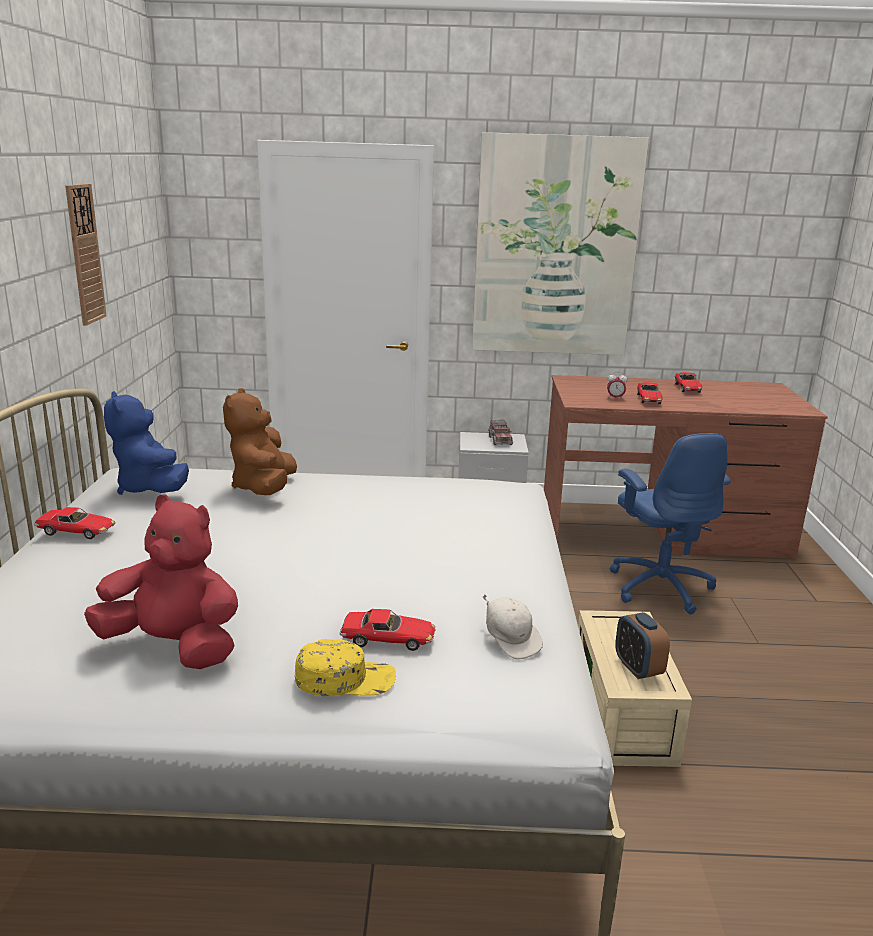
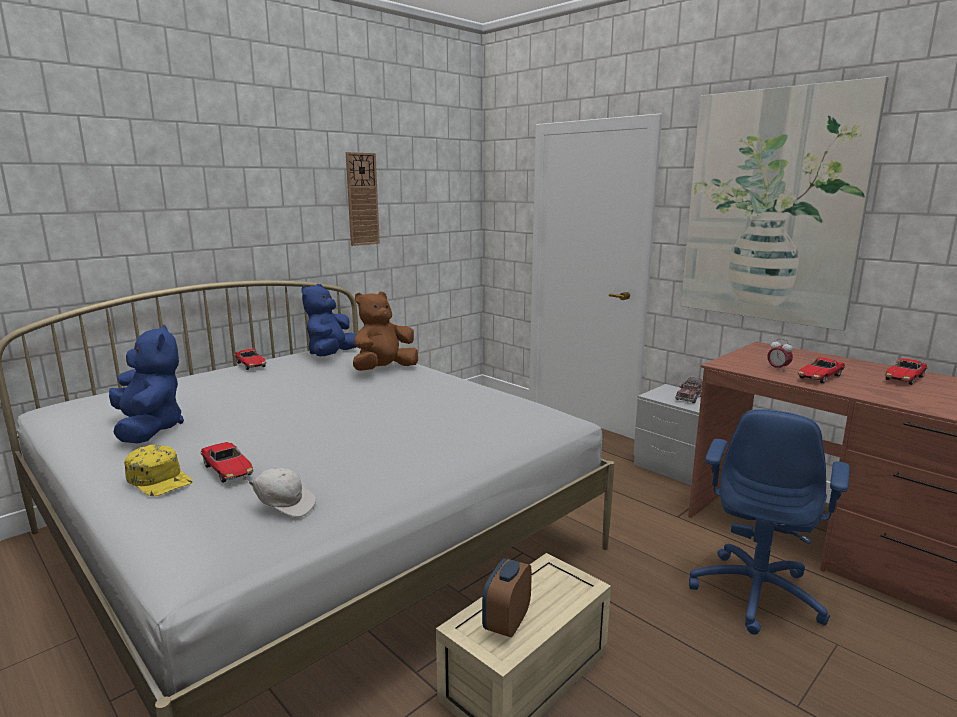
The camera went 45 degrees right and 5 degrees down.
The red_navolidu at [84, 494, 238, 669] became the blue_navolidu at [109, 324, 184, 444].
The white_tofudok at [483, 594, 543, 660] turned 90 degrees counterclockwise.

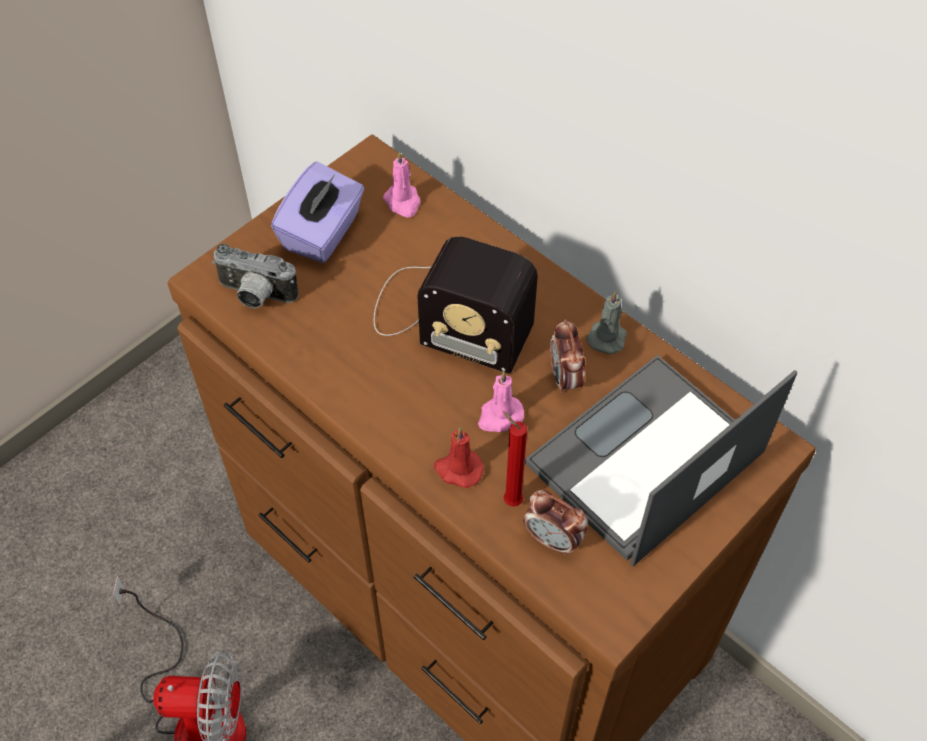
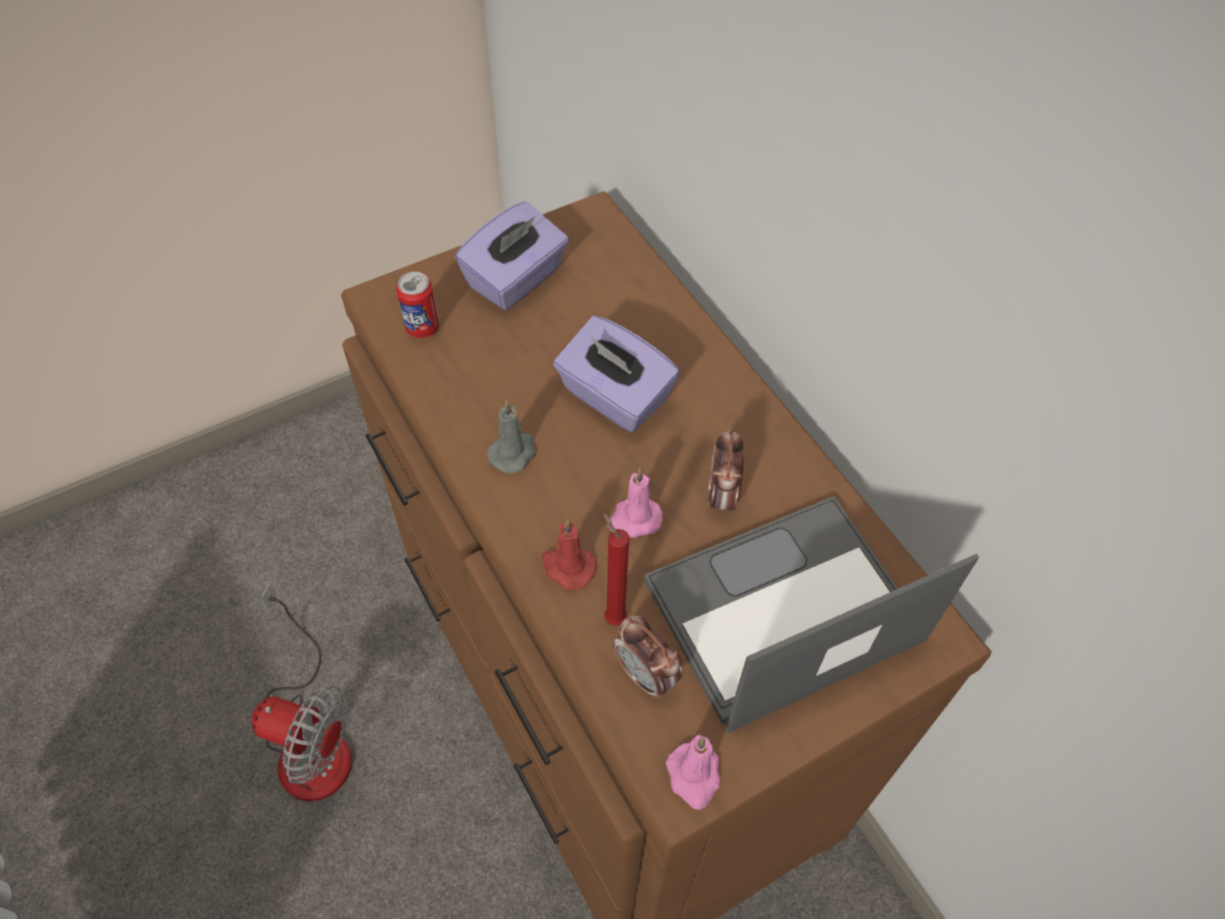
The camera went 15 degrees right and 0 degrees up.
The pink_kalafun moved from [383, 151, 421, 218] to [666, 735, 721, 810].
The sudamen at [374, 236, 538, 374] was replaced by the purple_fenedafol at [554, 316, 680, 432].
The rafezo at [212, 244, 299, 308] was replaced by the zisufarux at [396, 272, 439, 338].
The grey_kalafun moved from [586, 291, 627, 354] to [487, 401, 536, 474].

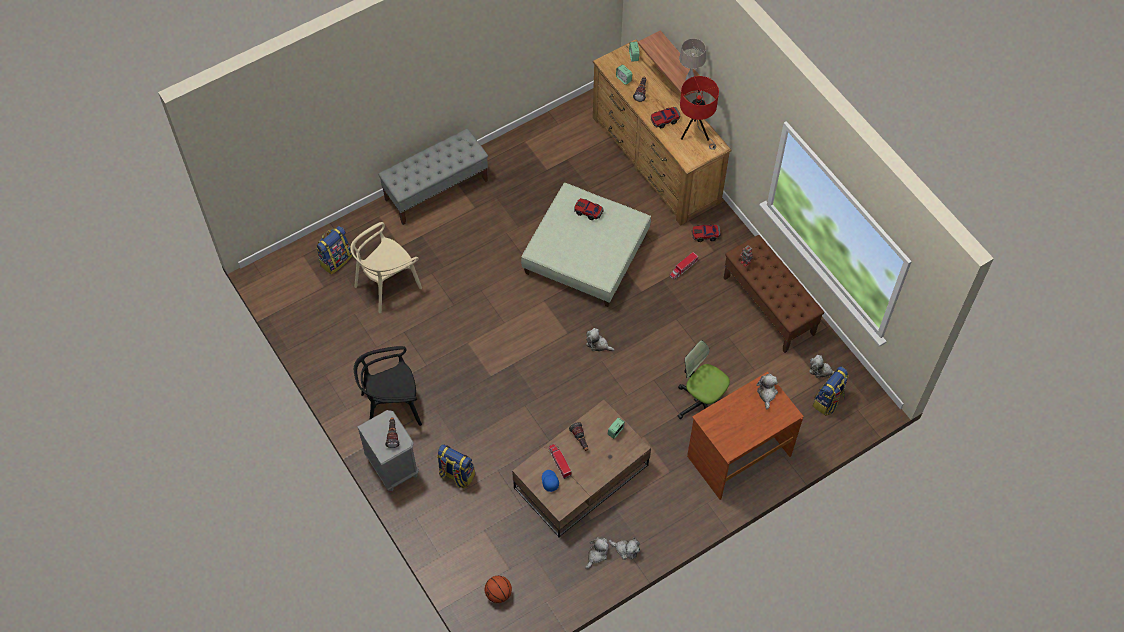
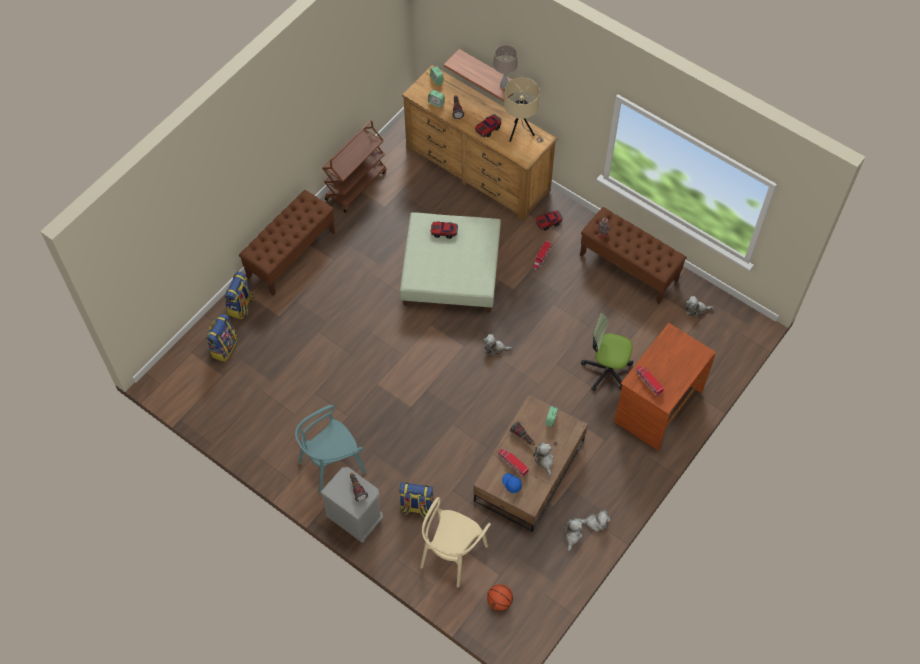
The camera went 20 degrees left and 0 degrees up.
The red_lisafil at [680, 76, 719, 150] became the beige_lisafil at [504, 77, 543, 143].
The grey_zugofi at [378, 129, 488, 225] became the brown_zugofi at [239, 190, 335, 296].
The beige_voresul moved from [350, 222, 422, 313] to [420, 497, 491, 587].
The black_voresul at [354, 346, 422, 426] became the turquoise_voresul at [295, 405, 366, 494].
The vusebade moved from [812, 366, 849, 416] to [225, 271, 254, 319].
The navolidu moved from [757, 374, 778, 409] to [533, 442, 554, 476].
The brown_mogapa at [322, 120, 386, 213] appeared.
The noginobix at [635, 366, 664, 396] appeared.

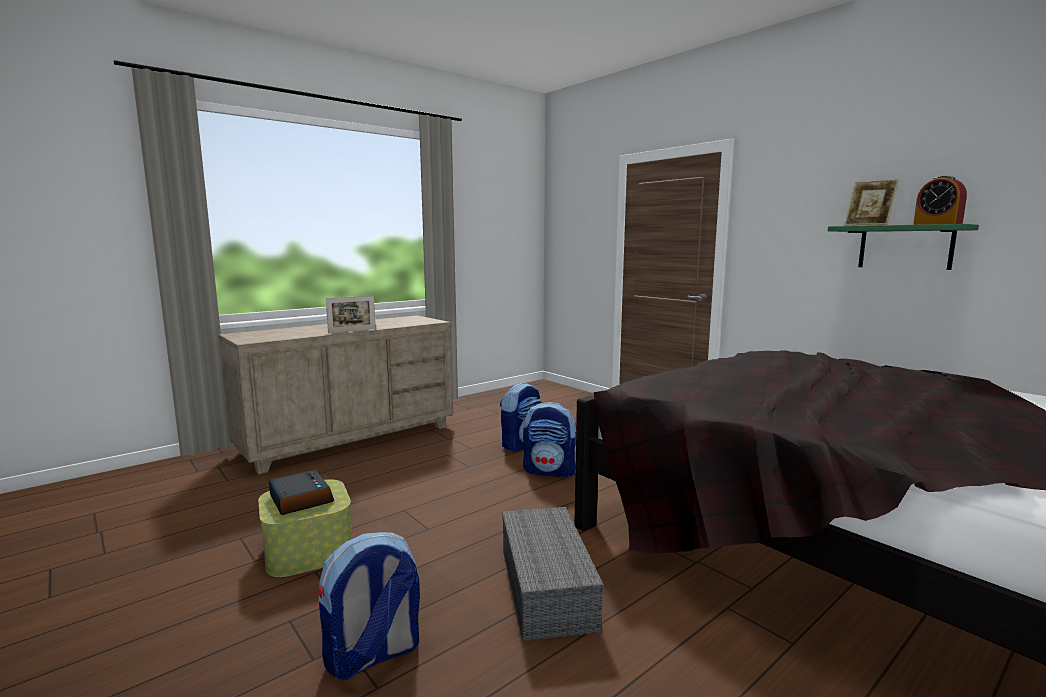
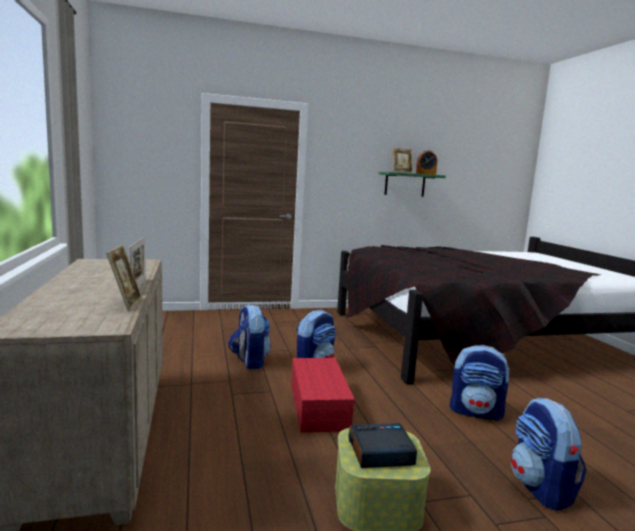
The camera went 65 degrees left and 0 degrees up.
The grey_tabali at [502, 507, 604, 641] was replaced by the vusebade at [450, 345, 511, 421].
The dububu at [106, 245, 142, 311] appeared.
The red_tabali at [291, 358, 355, 433] appeared.

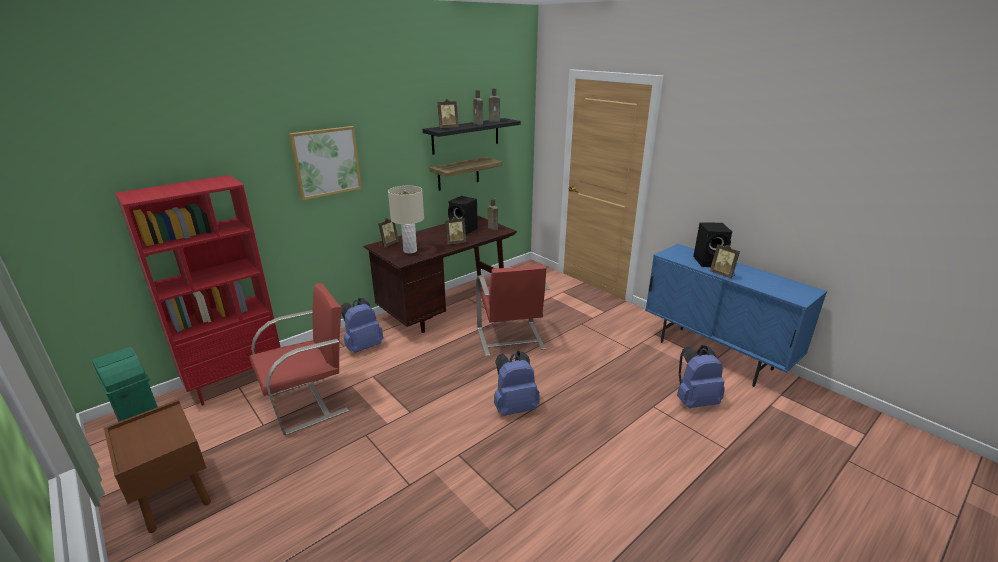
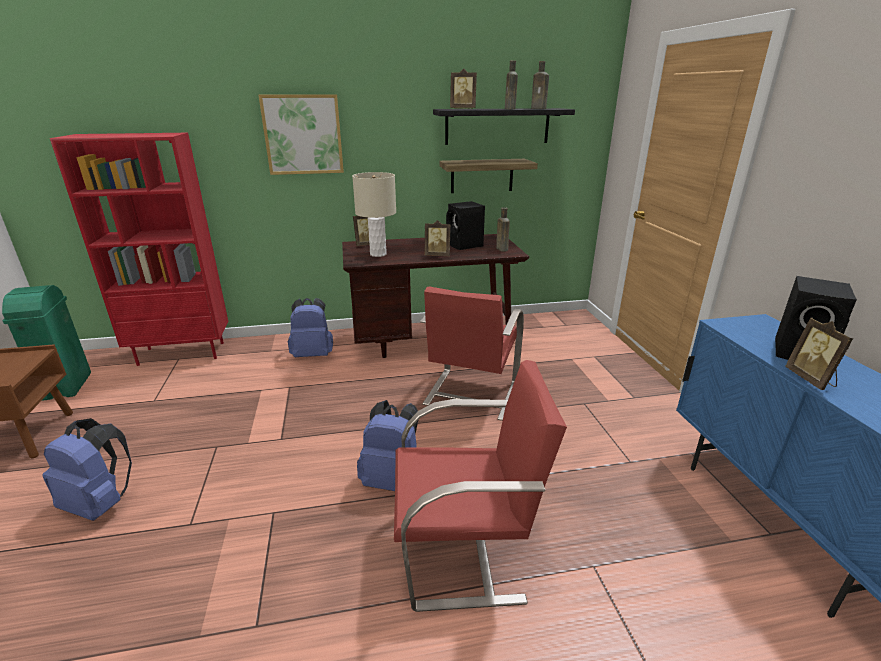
The camera went 30 degrees right and 0 degrees up.
The red_voresul moved from [249, 283, 349, 435] to [394, 360, 567, 612].
The blue_vusebade moved from [677, 345, 725, 408] to [42, 418, 132, 521].

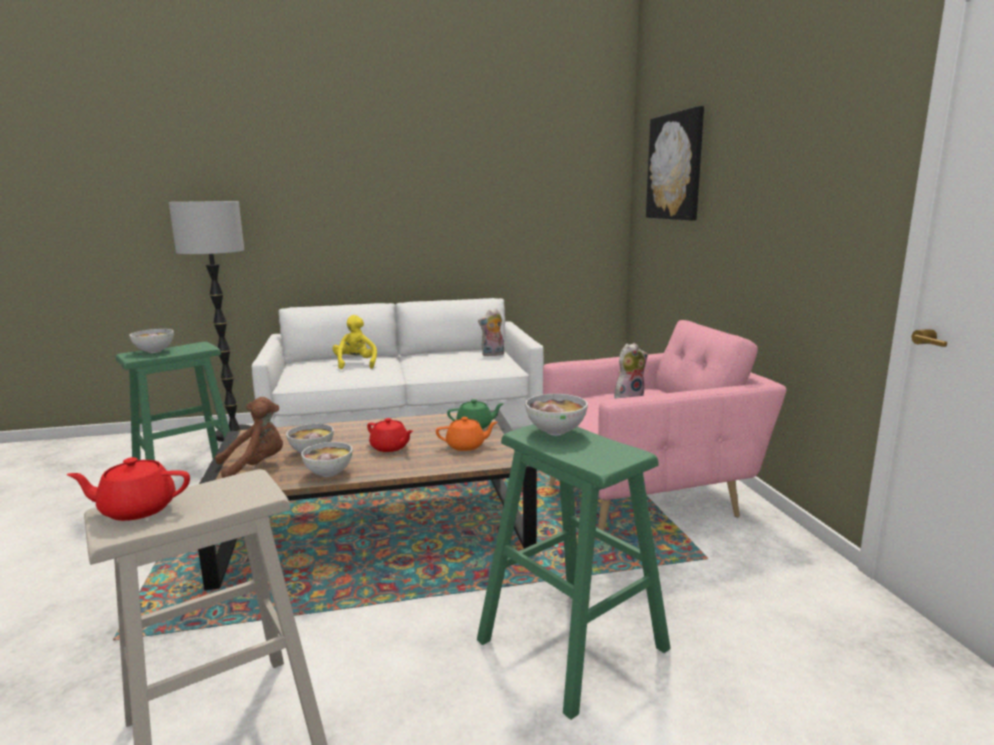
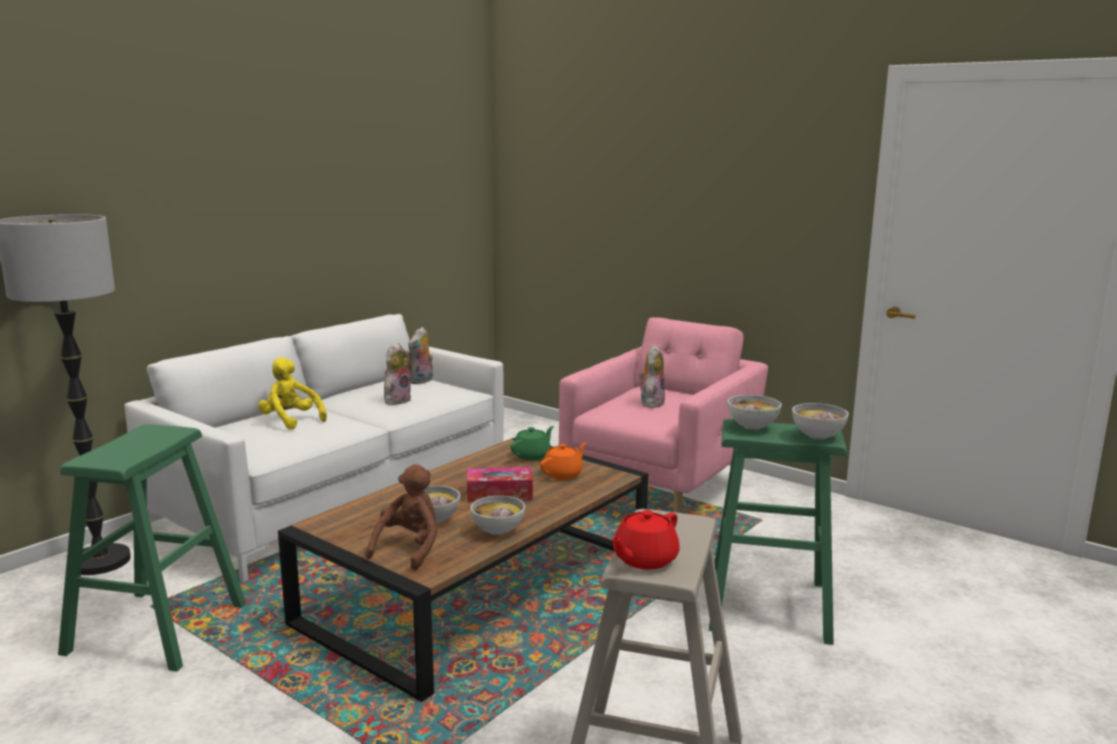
The camera went 40 degrees left and 0 degrees up.
The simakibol at [646, 106, 704, 221] disappeared.
The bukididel moved from [130, 329, 174, 353] to [792, 403, 849, 440].
The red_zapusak at [367, 418, 413, 452] was replaced by the fenedafol at [467, 467, 533, 502].
The navolidu at [384, 343, 411, 405] appeared.

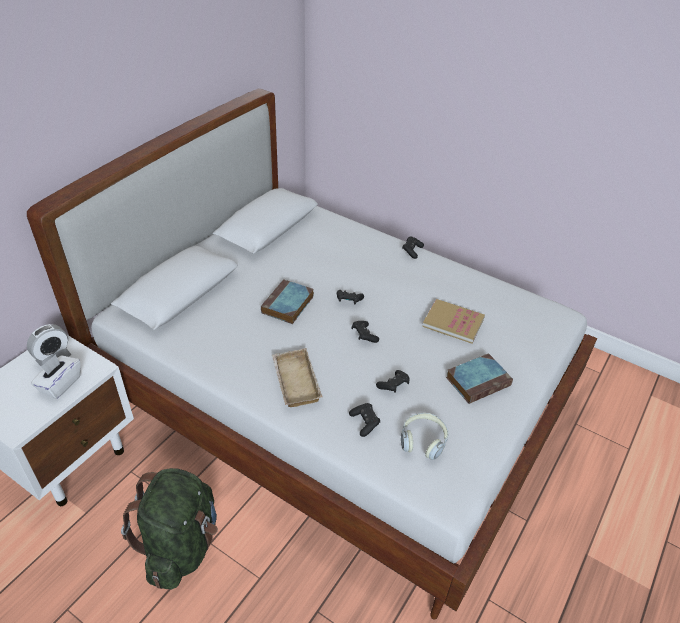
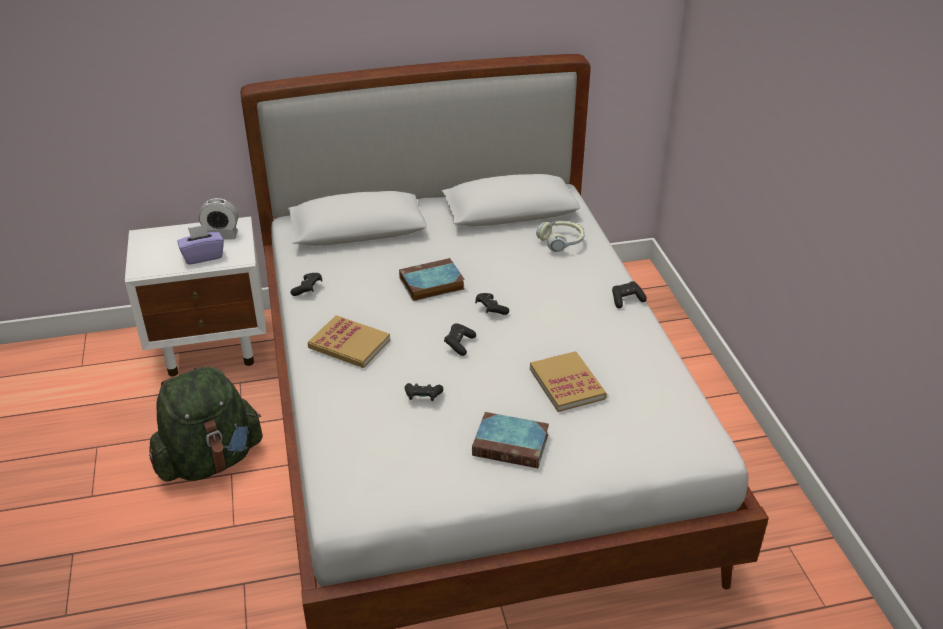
The camera went 45 degrees right and 5 degrees down.
The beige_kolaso at [272, 348, 322, 407] was replaced by the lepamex at [308, 315, 390, 368].
The white_fenedafol at [31, 354, 81, 399] became the purple_fenedafol at [177, 225, 224, 265].
The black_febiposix moved from [349, 403, 380, 437] to [290, 273, 322, 296].
The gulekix moved from [401, 413, 448, 460] to [536, 221, 585, 252].

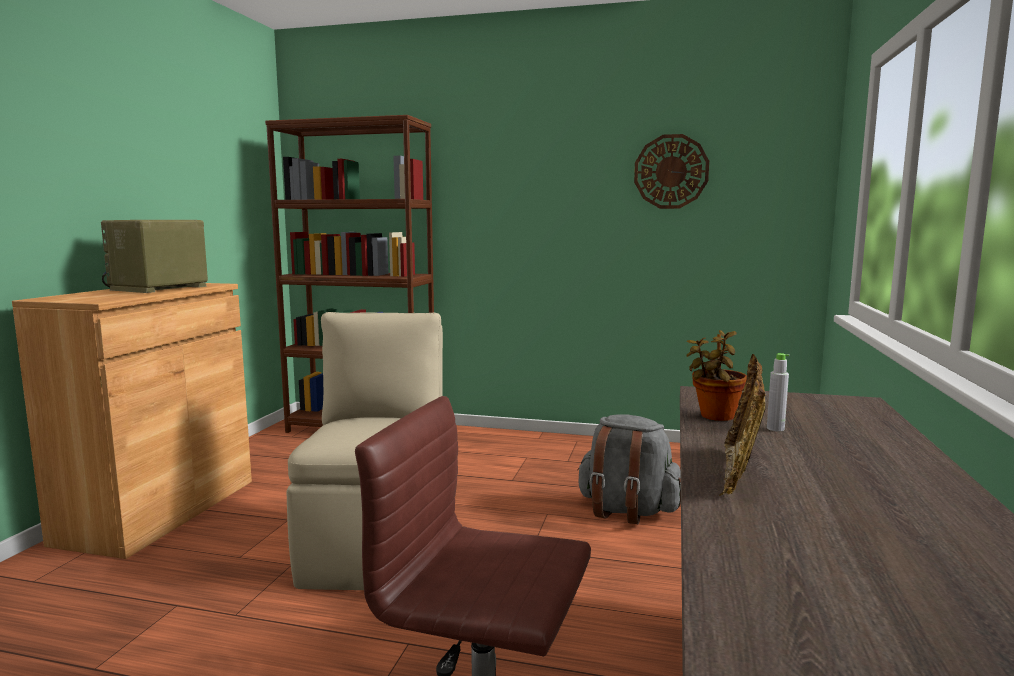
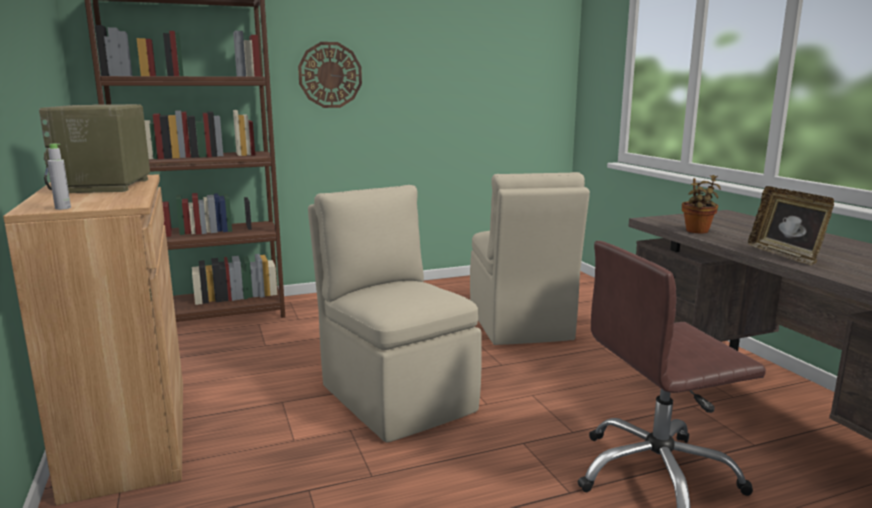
The camera went 35 degrees left and 5 degrees up.
The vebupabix moved from [634, 134, 709, 209] to [298, 42, 362, 108].
The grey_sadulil moved from [767, 353, 789, 431] to [48, 144, 71, 210].
The grey_vusebade at [577, 414, 681, 524] was replaced by the beige_voresul at [470, 172, 590, 345].

